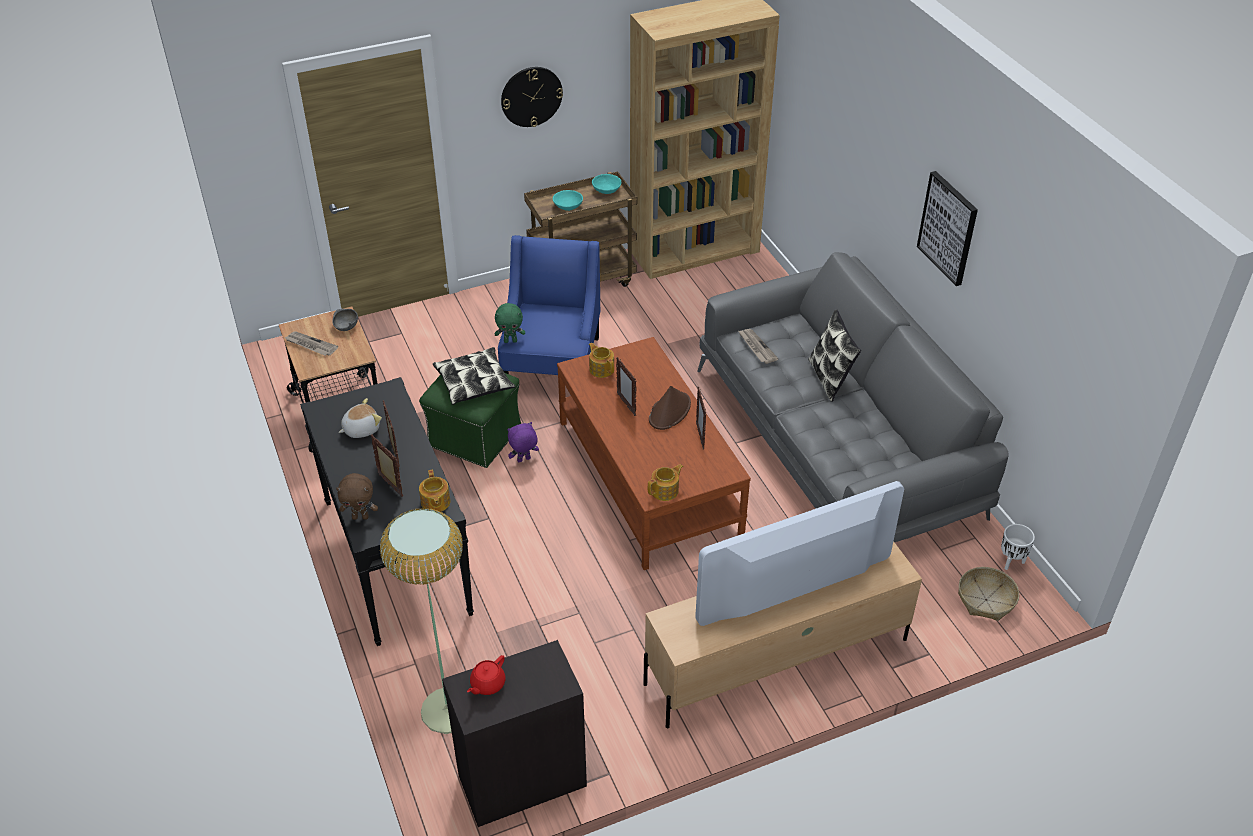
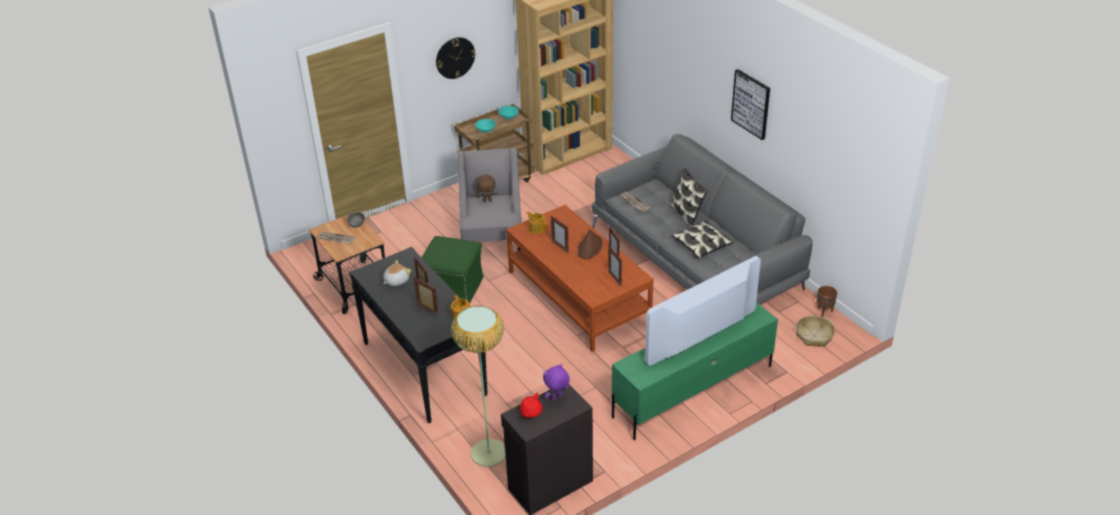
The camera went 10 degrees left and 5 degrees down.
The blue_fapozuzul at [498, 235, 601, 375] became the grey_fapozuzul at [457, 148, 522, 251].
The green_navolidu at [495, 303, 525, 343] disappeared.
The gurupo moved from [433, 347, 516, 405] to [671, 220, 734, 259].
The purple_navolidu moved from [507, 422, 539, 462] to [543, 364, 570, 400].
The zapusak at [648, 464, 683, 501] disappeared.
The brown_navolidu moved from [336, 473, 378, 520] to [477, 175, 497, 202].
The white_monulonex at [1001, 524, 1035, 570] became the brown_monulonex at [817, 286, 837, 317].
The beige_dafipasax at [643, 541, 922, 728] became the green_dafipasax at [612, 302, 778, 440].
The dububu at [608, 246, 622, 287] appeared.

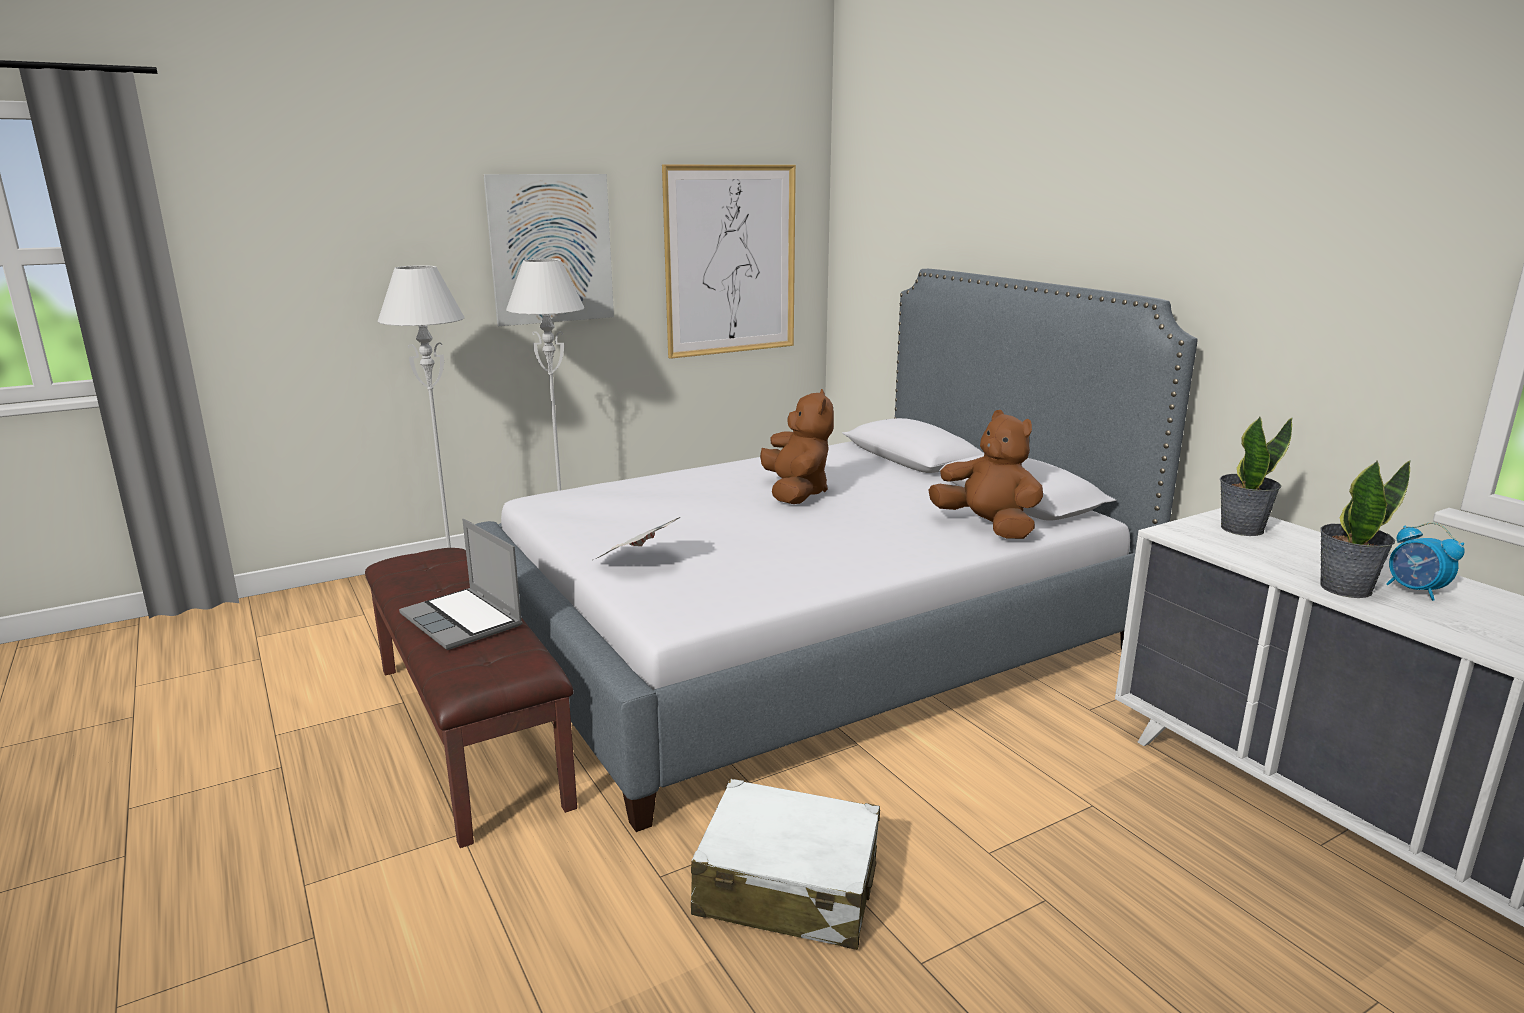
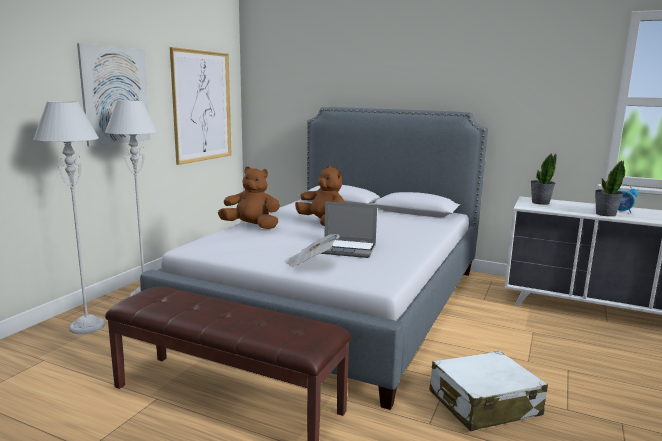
The camera went 35 degrees left and 5 degrees down.
The brown_navolidu moved from [929, 410, 1043, 539] to [218, 166, 280, 229].
The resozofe moved from [399, 519, 523, 650] to [320, 201, 377, 258].

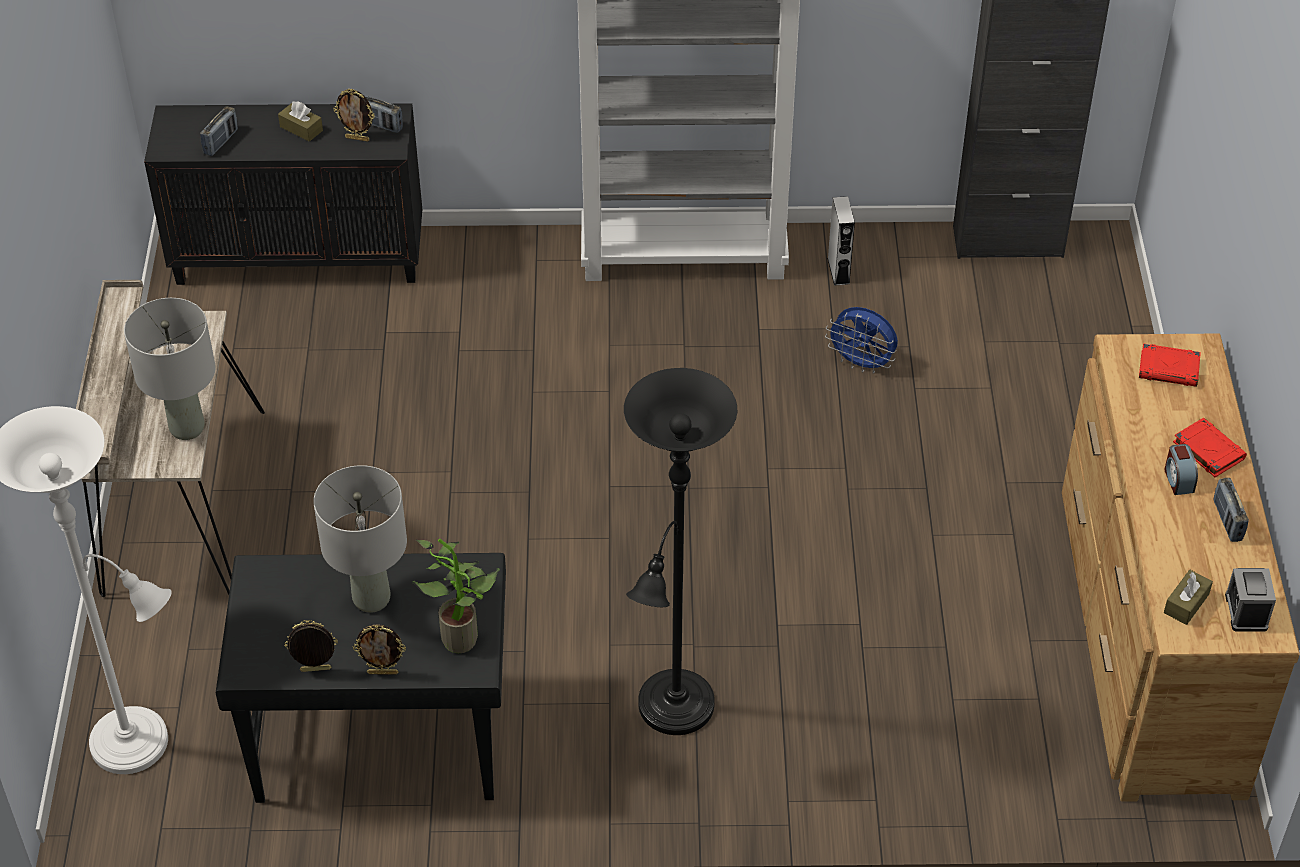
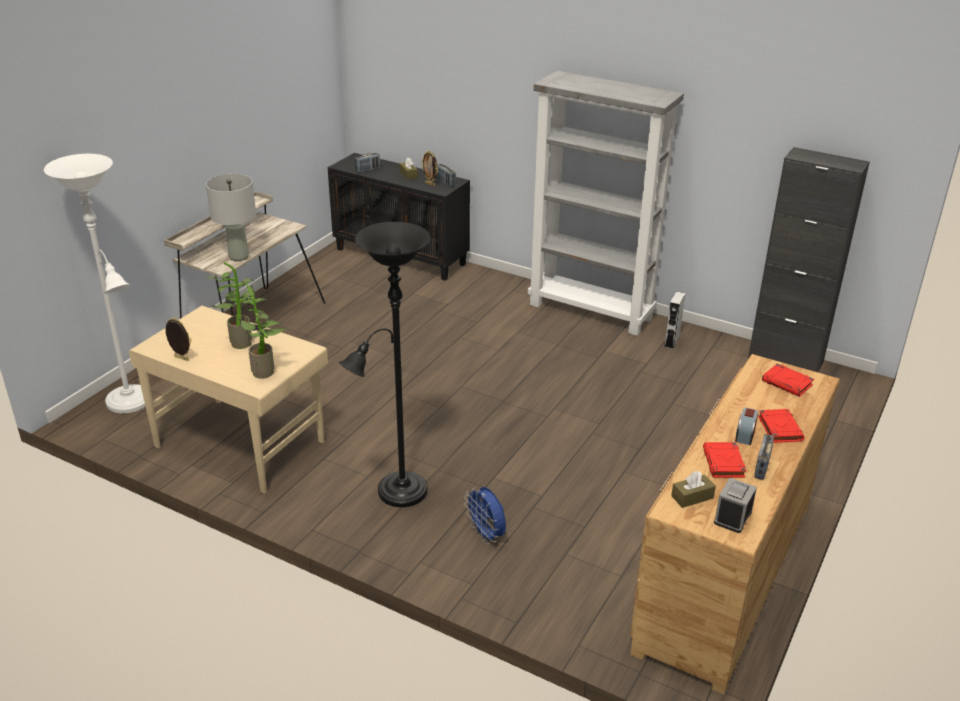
The camera went 30 degrees right and 15 degrees down.
The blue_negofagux moved from [825, 307, 898, 374] to [464, 487, 506, 544].
The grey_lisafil at [313, 465, 407, 613] was replaced by the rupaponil at [207, 262, 255, 349].
The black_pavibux at [216, 553, 506, 803] became the beige_pavibux at [129, 306, 328, 493].
The dububu at [353, 624, 406, 674] disappeared.
The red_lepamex at [703, 442, 746, 478] appeared.

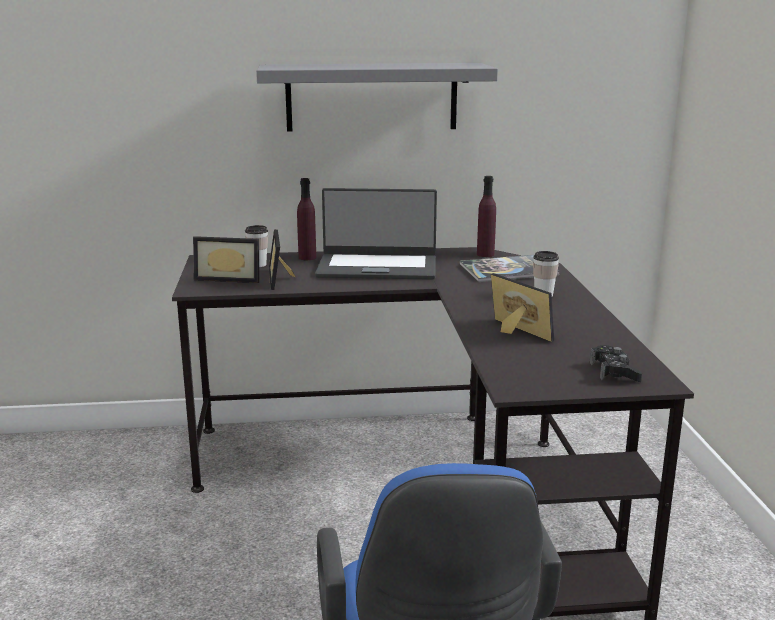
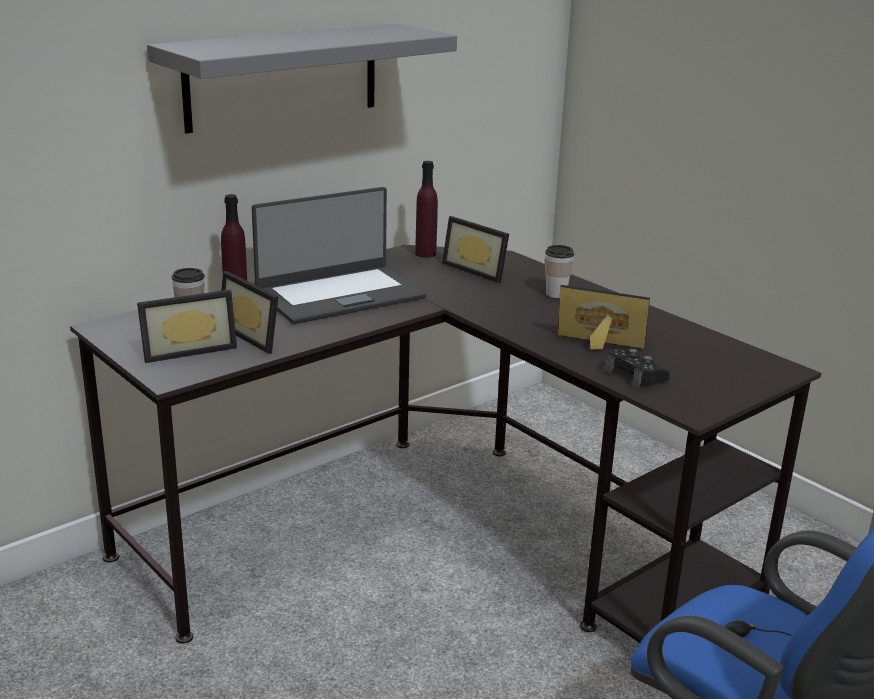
The camera went 35 degrees left and 5 degrees up.
The lepamex at [460, 255, 560, 282] was replaced by the dububu at [442, 216, 509, 283].
The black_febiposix moved from [590, 345, 642, 382] to [605, 349, 670, 388].

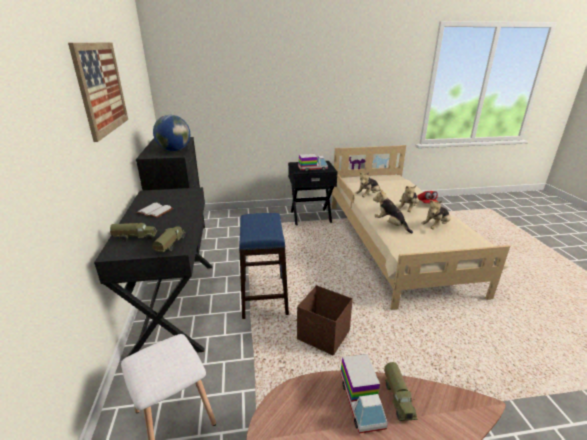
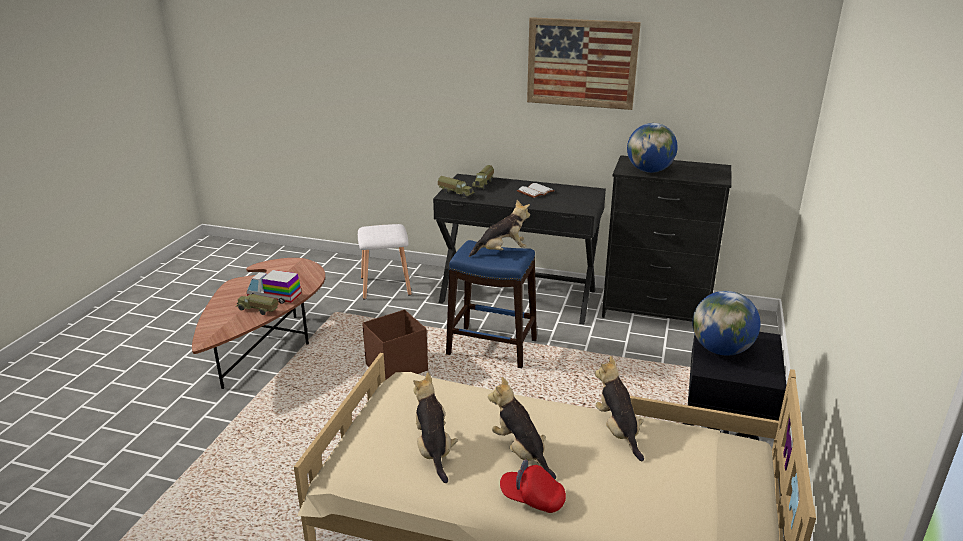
The camera went 115 degrees right and 0 degrees up.
The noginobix at [298, 154, 328, 171] was replaced by the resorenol at [692, 291, 761, 356].
The navolidu moved from [373, 189, 413, 233] to [469, 200, 530, 257].

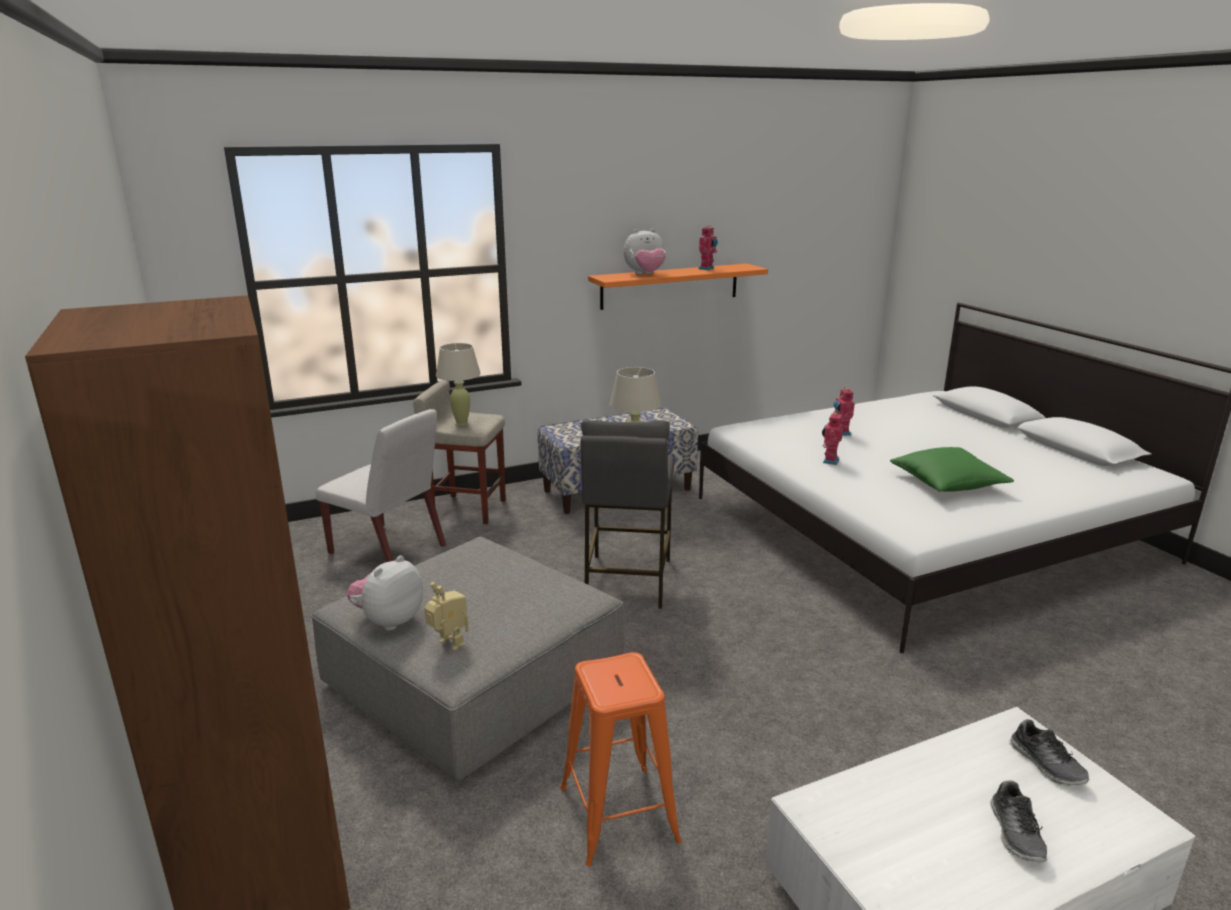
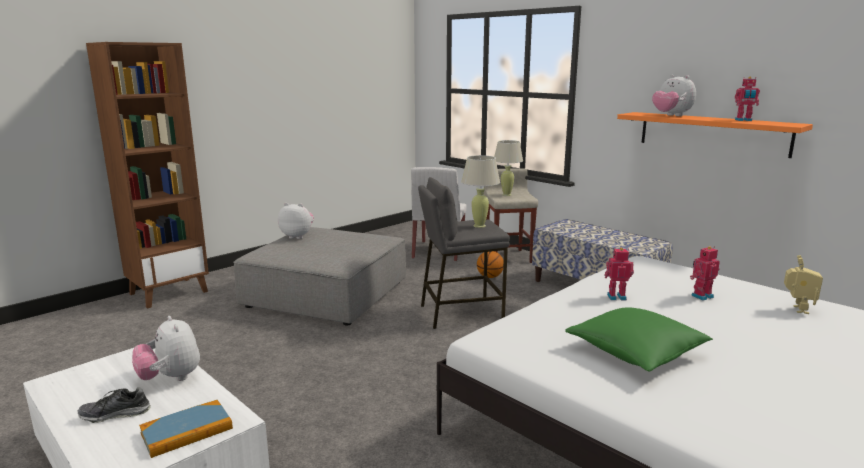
The camera went 70 degrees right and 5 degrees down.
The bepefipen moved from [424, 582, 469, 651] to [784, 256, 823, 314].
The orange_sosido at [560, 652, 682, 867] disappeared.
The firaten at [1009, 719, 1090, 786] was replaced by the lepamex at [139, 400, 233, 458].
The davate at [477, 251, 503, 278] appeared.
The navolidu at [132, 316, 200, 381] appeared.

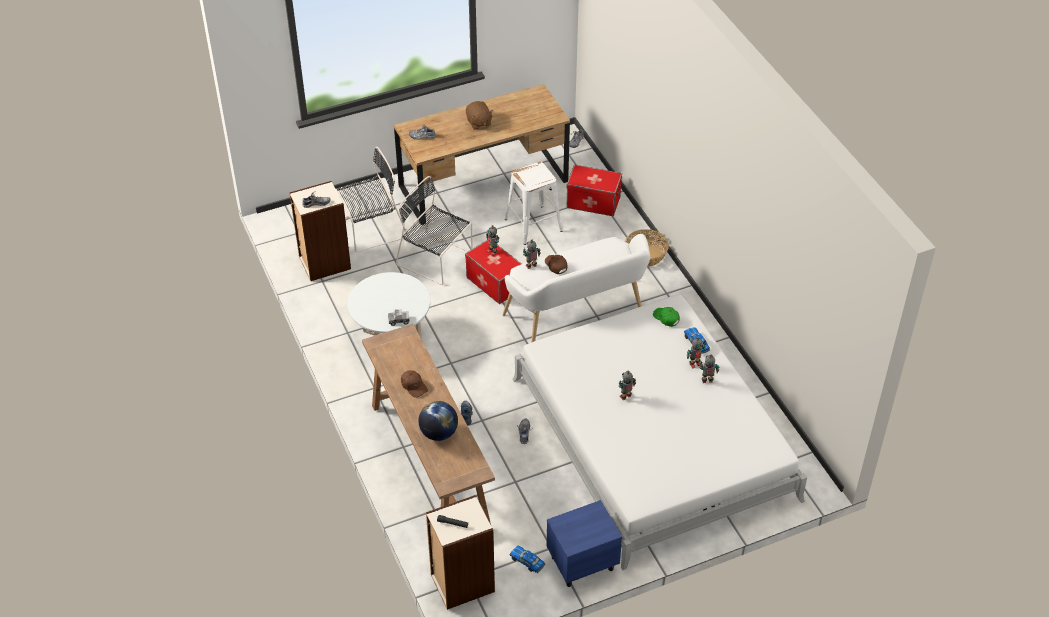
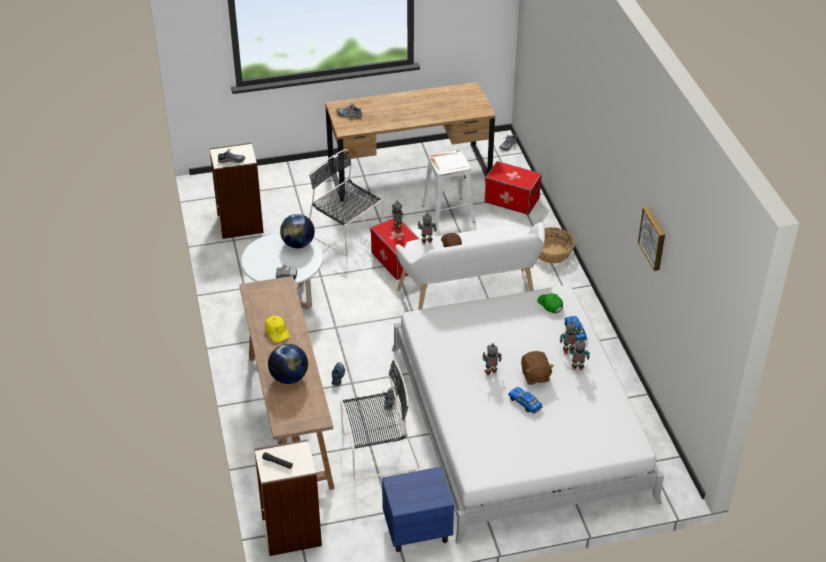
The camera went 10 degrees right and 5 degrees down.
The brown_navolidu moved from [466, 101, 493, 130] to [521, 351, 554, 385].
The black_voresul moved from [336, 147, 408, 252] to [340, 359, 420, 480].
The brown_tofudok at [401, 370, 428, 398] became the yellow_tofudok at [265, 316, 290, 342].
The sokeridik moved from [509, 546, 545, 573] to [508, 387, 543, 414].
The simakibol at [638, 207, 665, 271] appeared.
The resorenol at [280, 214, 315, 248] appeared.

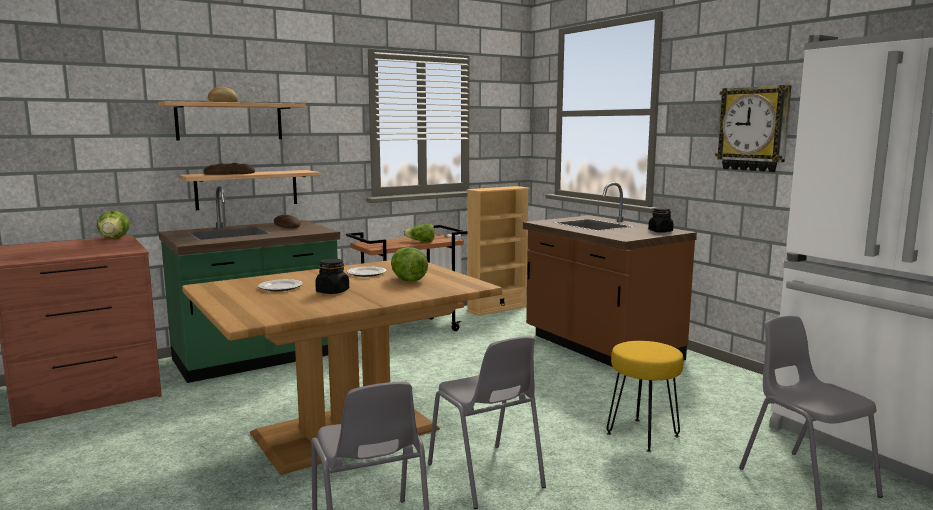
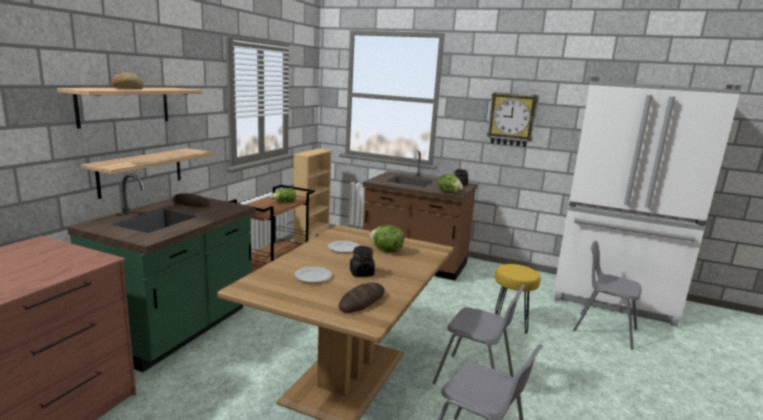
The camera went 35 degrees left and 5 degrees up.
The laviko moved from [203, 163, 255, 175] to [339, 283, 385, 313].
The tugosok moved from [97, 210, 130, 239] to [438, 174, 463, 193].

